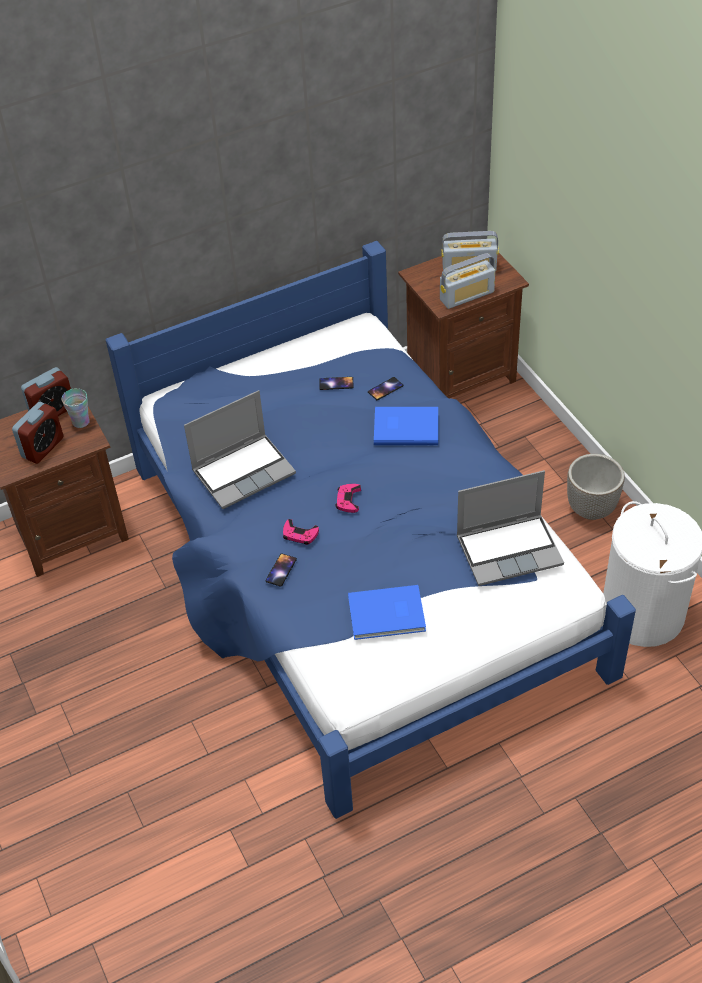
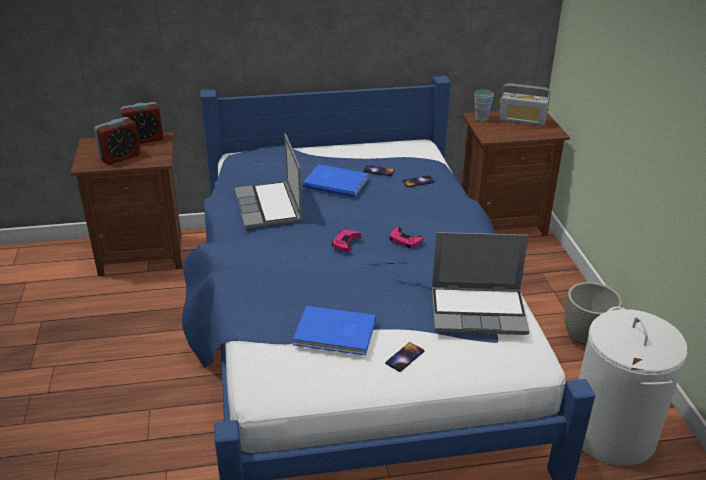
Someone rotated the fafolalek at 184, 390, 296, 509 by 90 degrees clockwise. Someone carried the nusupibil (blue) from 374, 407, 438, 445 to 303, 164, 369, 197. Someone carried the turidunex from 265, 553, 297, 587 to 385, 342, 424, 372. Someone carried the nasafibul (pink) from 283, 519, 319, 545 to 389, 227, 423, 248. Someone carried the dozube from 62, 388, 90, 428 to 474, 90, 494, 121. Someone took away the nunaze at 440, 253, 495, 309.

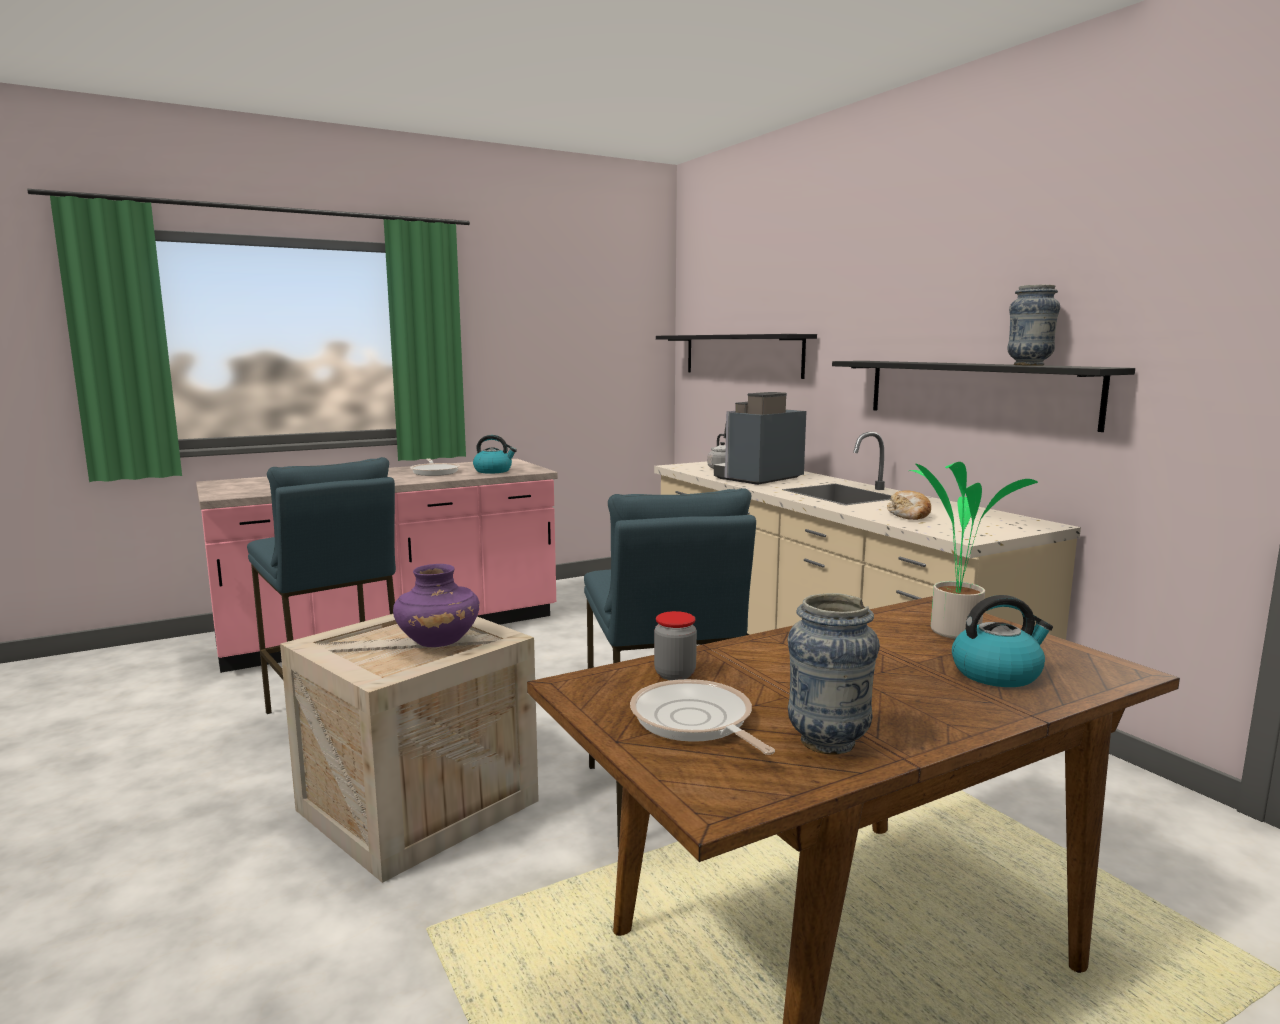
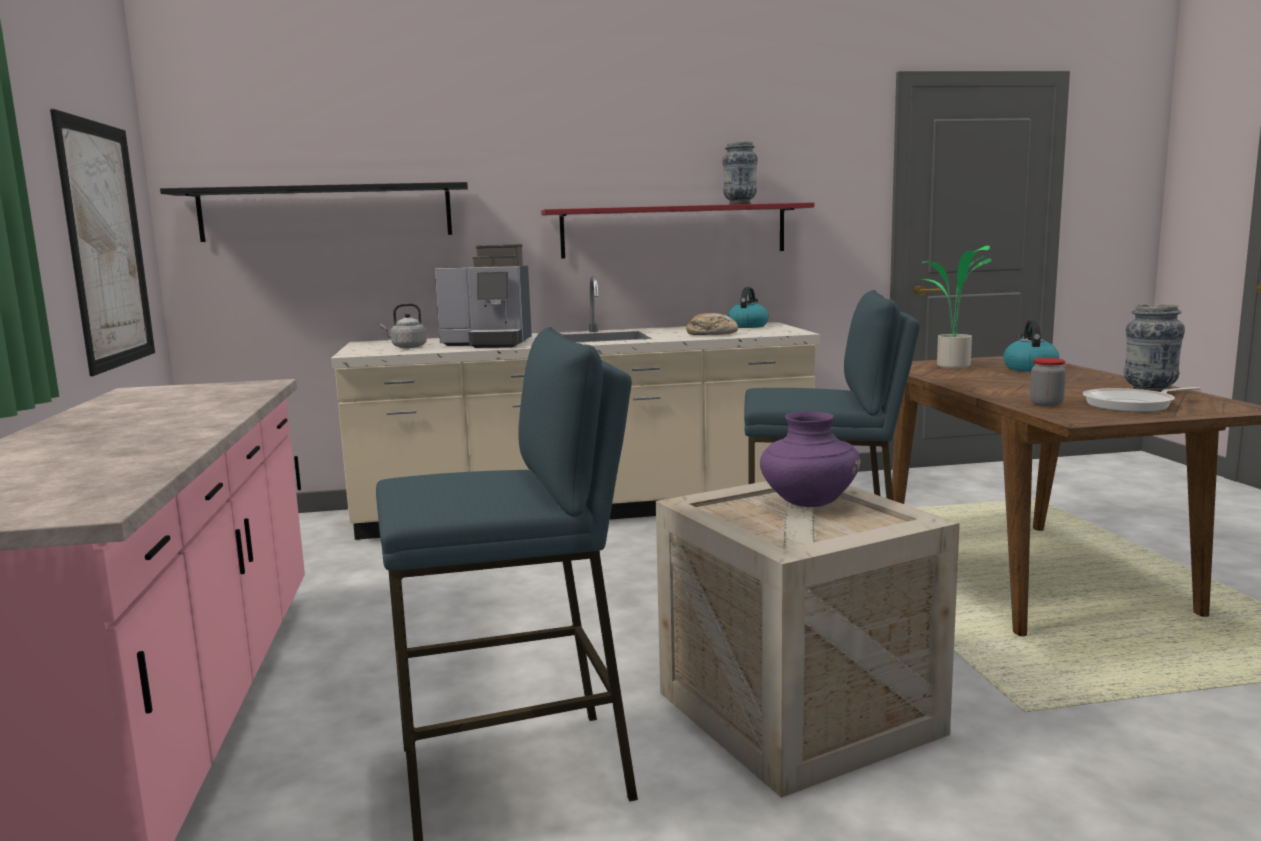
Someone put up the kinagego at 50, 109, 155, 376. Someone rotated the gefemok at 714, 392, 806, 485 by 60 degrees counterclockwise. Someone repainted the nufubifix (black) at 832, 361, 1135, 432, which became the nufubifix (red) at 541, 202, 814, 259. Someone carried the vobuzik from 473, 435, 517, 474 to 727, 287, 769, 328. Someone took away the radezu at 410, 458, 460, 476.

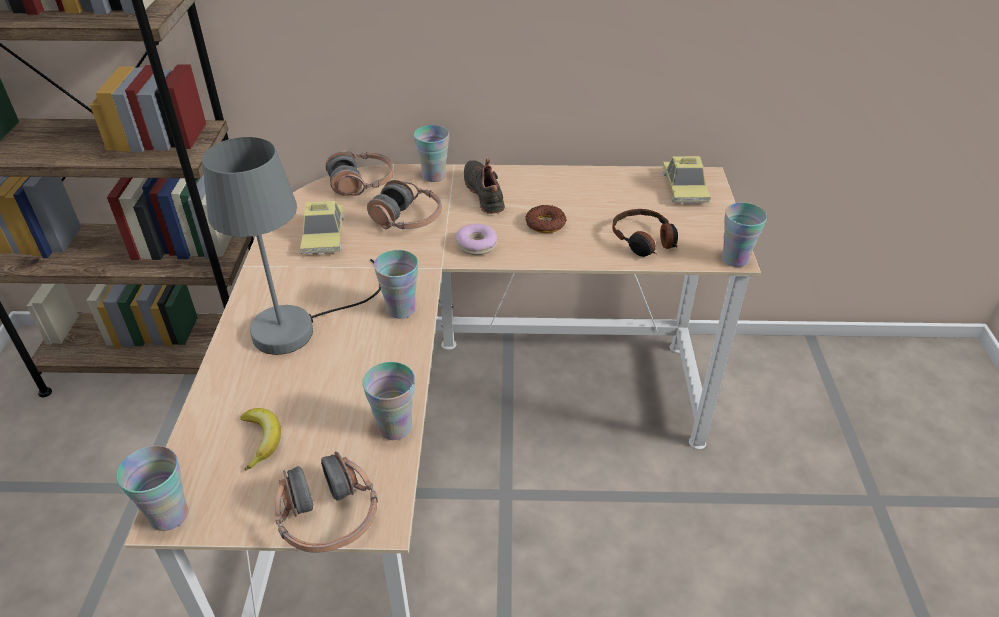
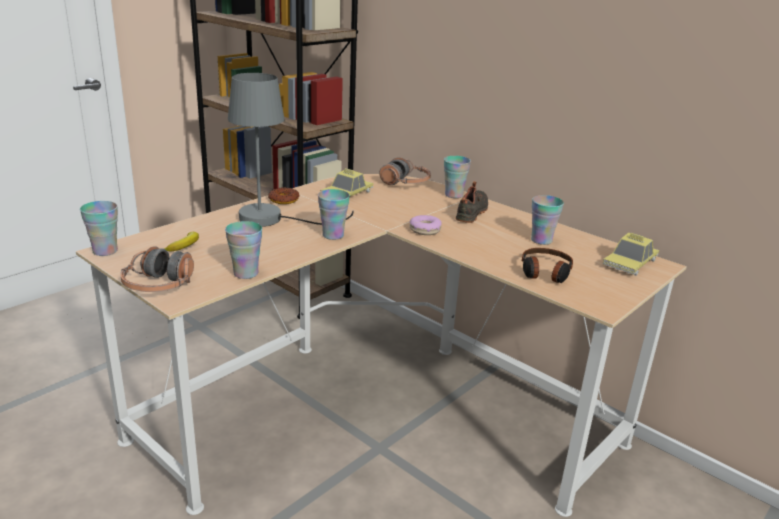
Someone carried the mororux from 525, 205, 566, 233 to 268, 187, 299, 204. Someone carried the dozube from 722, 203, 767, 267 to 531, 195, 564, 245. Someone took away the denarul at 367, 180, 442, 230.

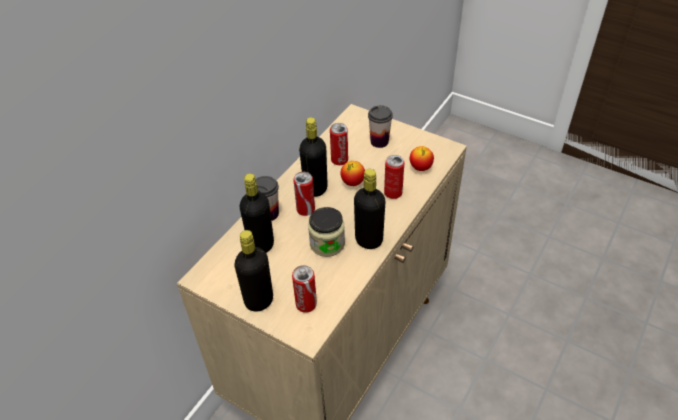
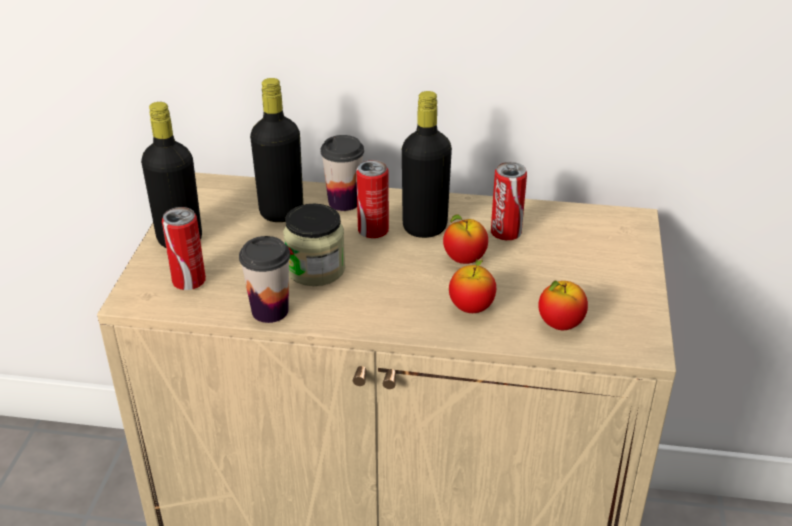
Someone carried the dozube from 368, 105, 393, 148 to 239, 236, 290, 323. Someone swapped the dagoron at 384, 155, 405, 199 for the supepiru at 449, 259, 496, 313. Someone took away the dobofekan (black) at 354, 169, 386, 249.

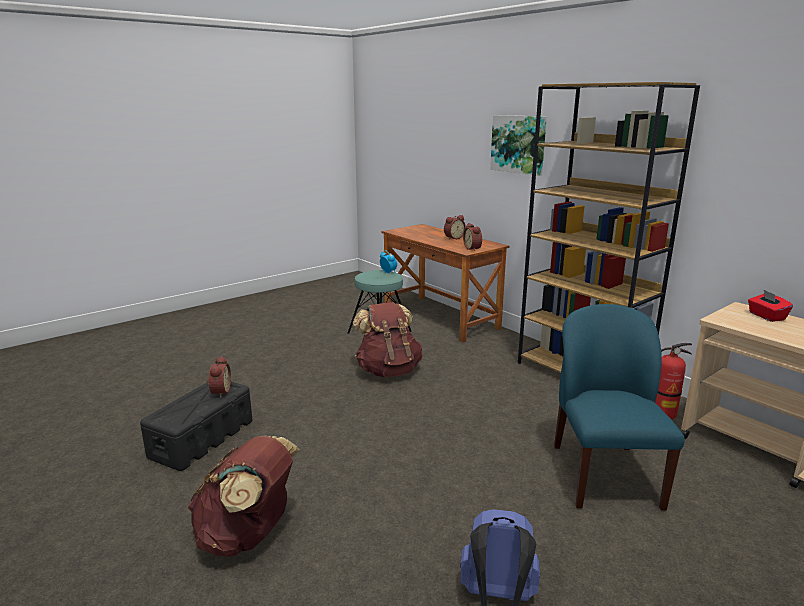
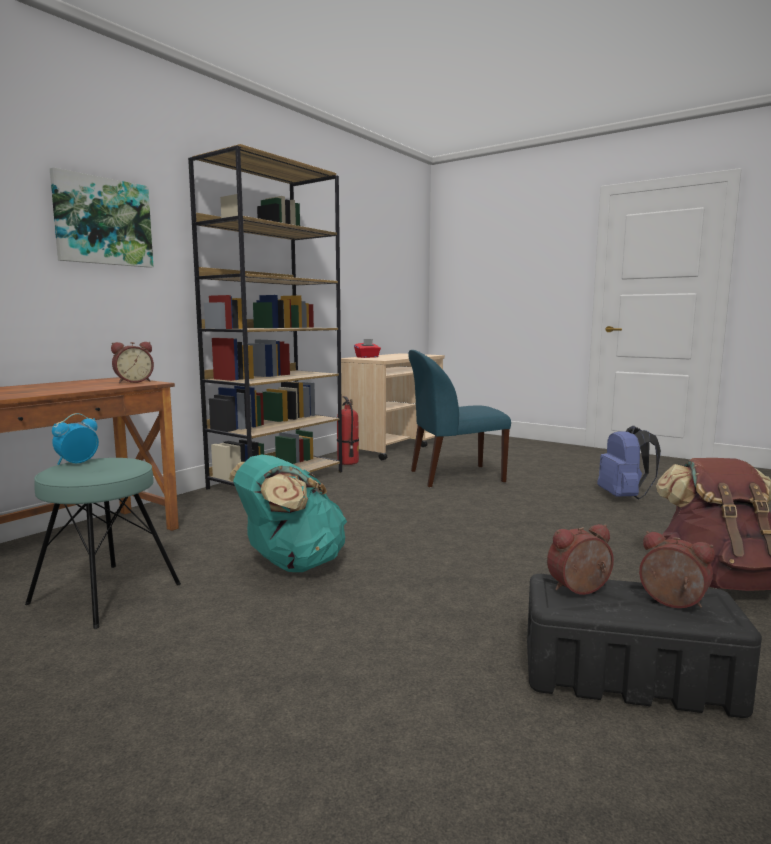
Someone repainted the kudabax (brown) at 353, 302, 422, 377, which became the kudabax (turquoise) at 229, 455, 347, 572. Someone carried the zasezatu from 444, 215, 466, 240 to 639, 531, 715, 608.

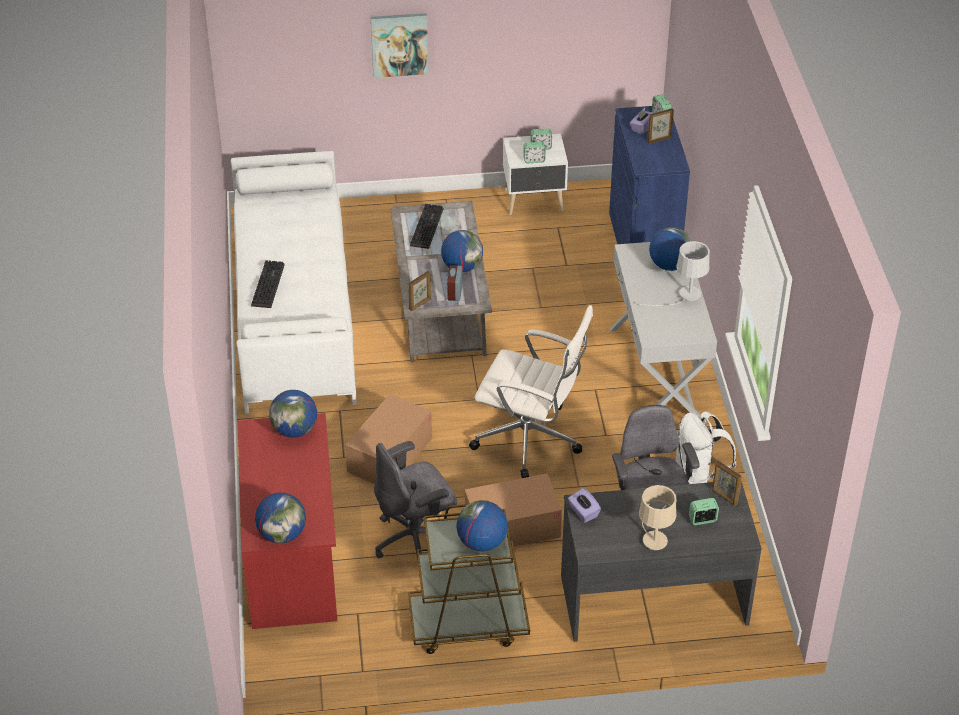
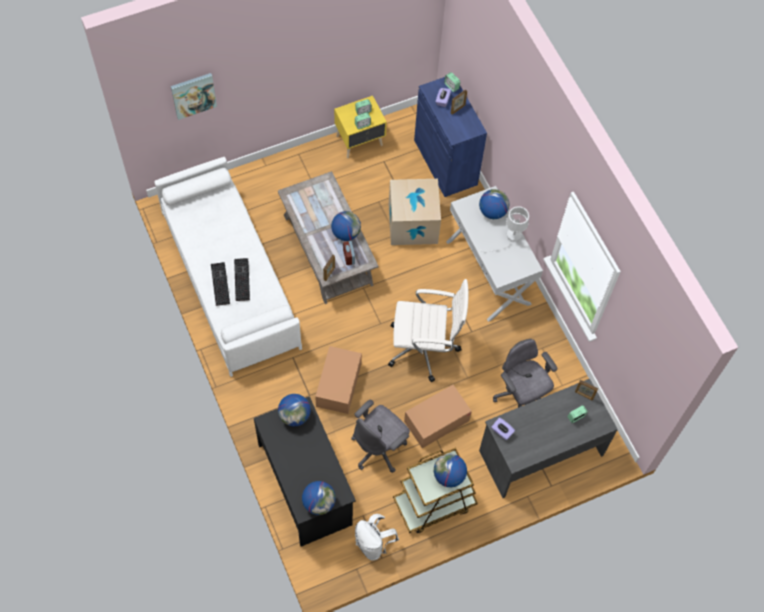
Someone carried the kinagego from 371, 13, 429, 78 to 171, 73, 217, 120. Someone carried the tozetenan from 410, 204, 443, 249 to 234, 258, 250, 301. Someone repainted the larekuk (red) at 238, 413, 337, 629, which became the larekuk (black) at 254, 396, 356, 546. Someone repainted the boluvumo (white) at 503, 134, 568, 215, which became the boluvumo (yellow) at 334, 96, 387, 158. Someone carried the kudabax (white) from 675, 411, 736, 484 to 355, 514, 399, 561. Someone put down the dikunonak at 389, 179, 441, 245. Someone took away the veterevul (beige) at 639, 485, 677, 550.

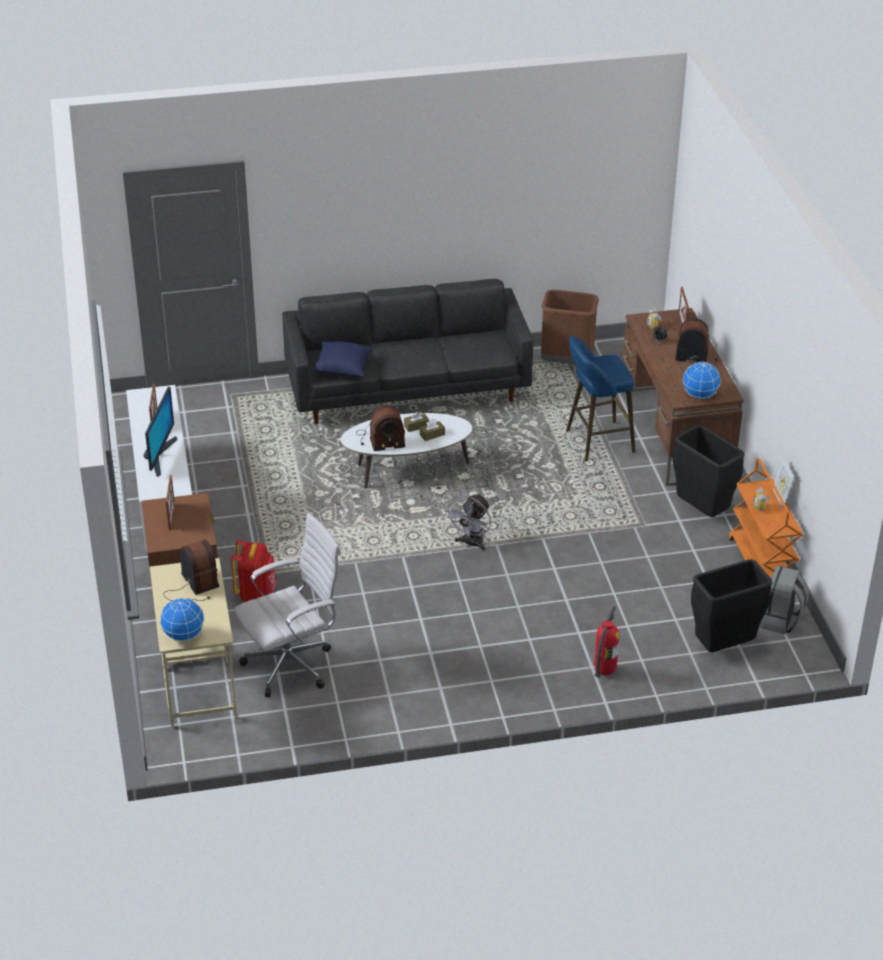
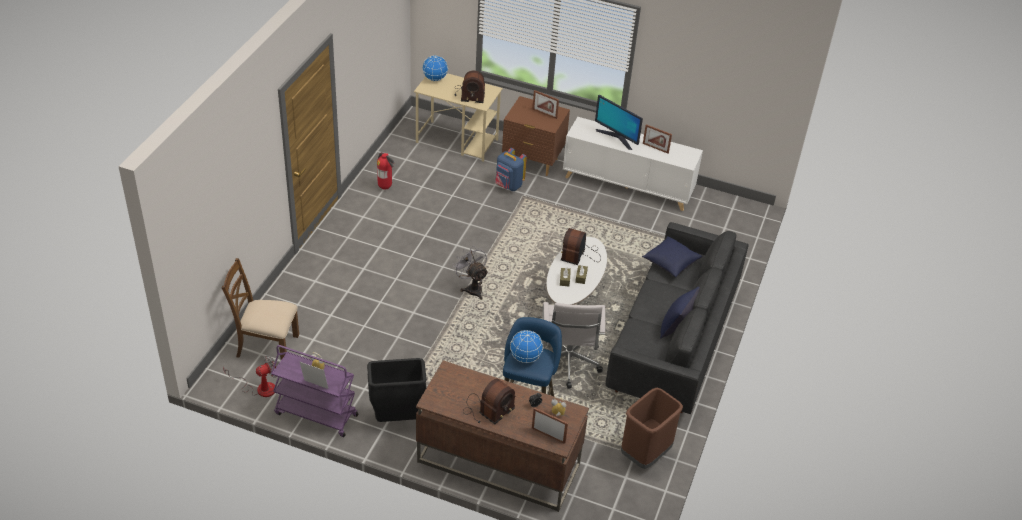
Someone swapped the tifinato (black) at 691, 559, 772, 652 for the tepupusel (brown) at 222, 258, 299, 360. Someone swapped the kudabax (grey) at 759, 565, 809, 634 for the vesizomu at 223, 356, 277, 397. Someone repainted the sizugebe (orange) at 729, 458, 803, 578, which became the sizugebe (purple) at 271, 345, 359, 437. Someone carried the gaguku from 594, 606, 619, 677 to 377, 152, 394, 190. Someone repainted the kudabax (red) at 231, 540, 277, 602, which became the kudabax (blue) at 495, 148, 527, 191. Someone carried the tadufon from 683, 362, 721, 399 to 510, 330, 543, 363. Someone carried the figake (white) from 234, 513, 341, 697 to 542, 302, 605, 389. Someone put down the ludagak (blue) at 660, 287, 700, 339.

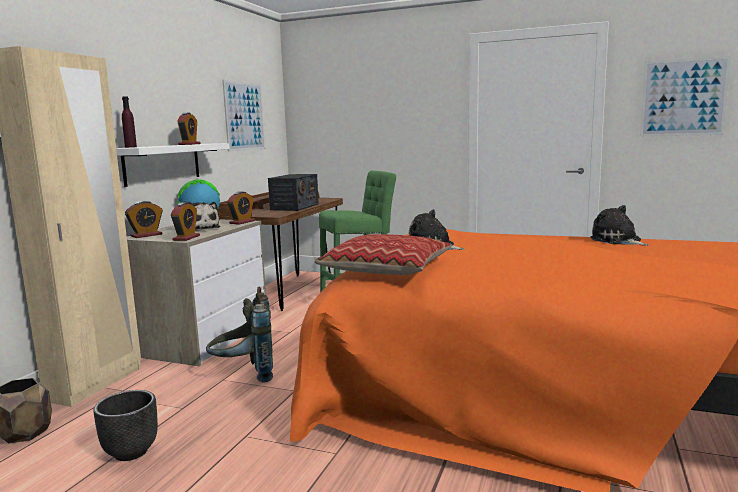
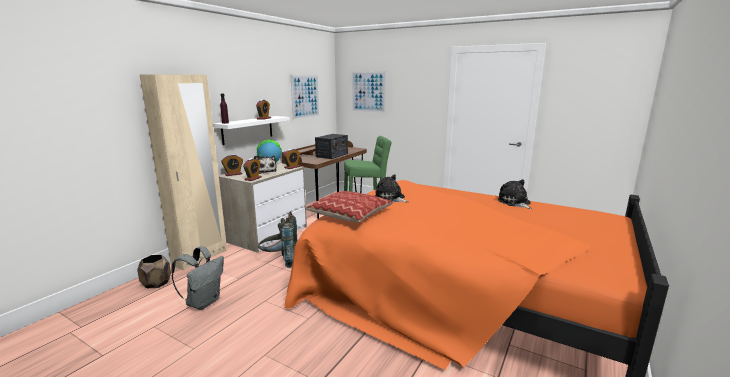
Someone swapped the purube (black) at 94, 390, 158, 461 for the kudabax (grey) at 171, 246, 224, 310. Someone carried the kinagego from 640, 56, 731, 137 to 352, 72, 386, 113.

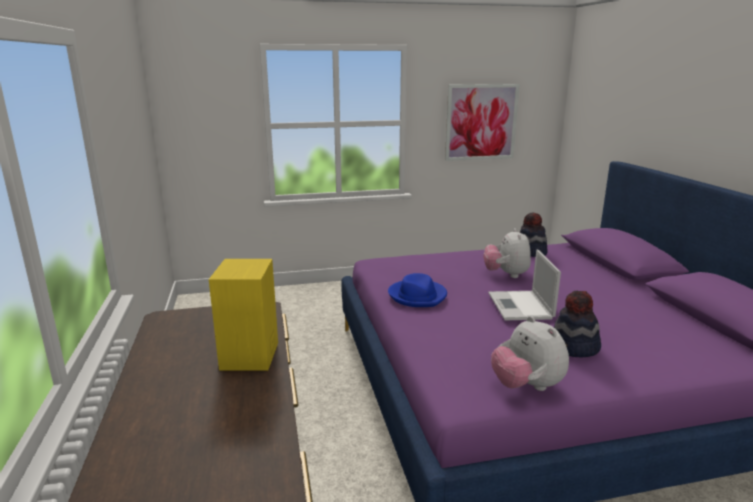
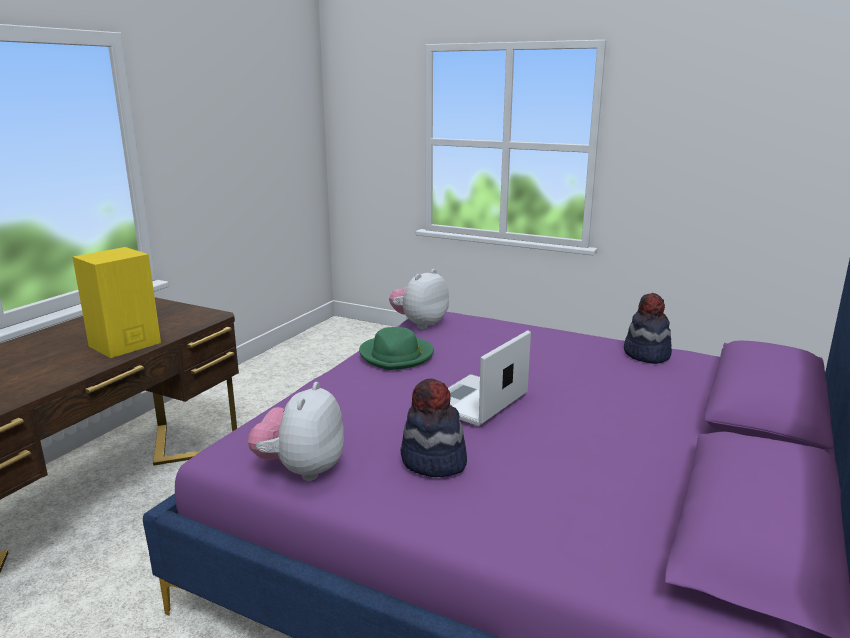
Someone repainted the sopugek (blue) at 388, 273, 447, 307, which became the sopugek (green) at 359, 327, 434, 370. Someone carried the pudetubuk from 483, 228, 531, 278 to 389, 269, 449, 329. Someone took away the kinagego at 445, 84, 519, 161.

